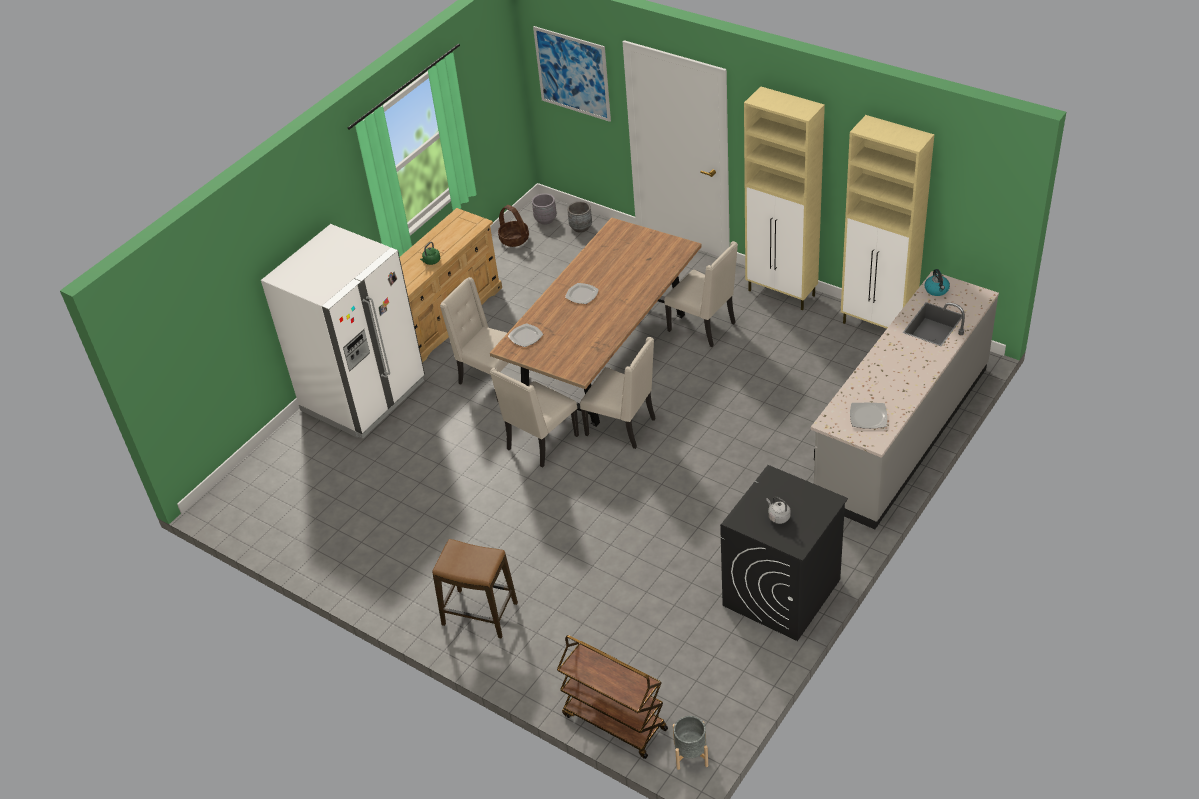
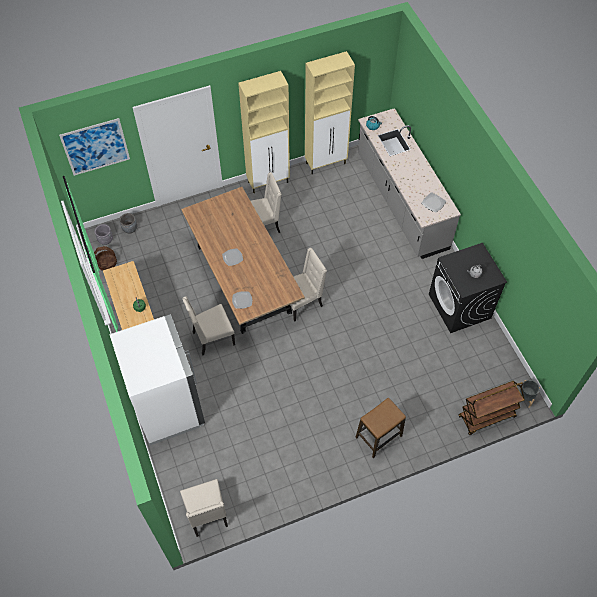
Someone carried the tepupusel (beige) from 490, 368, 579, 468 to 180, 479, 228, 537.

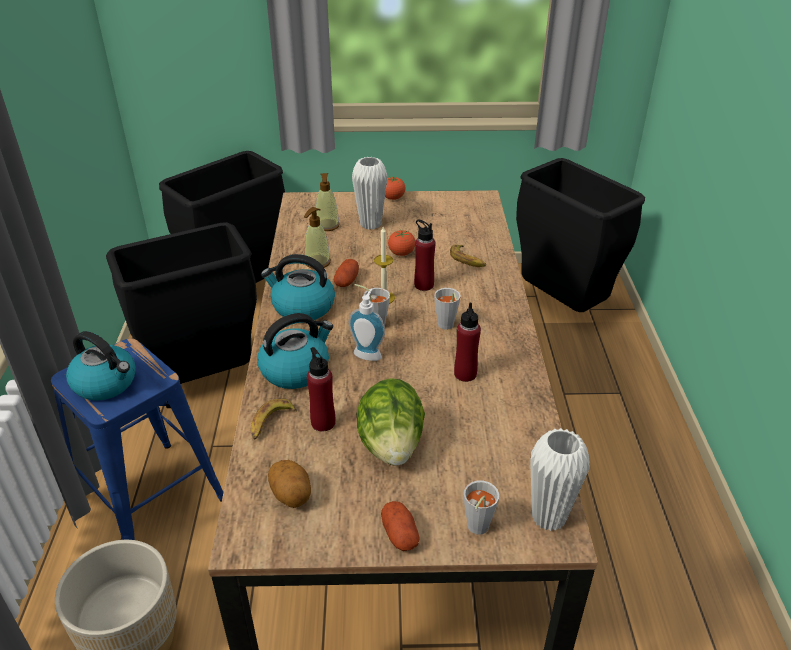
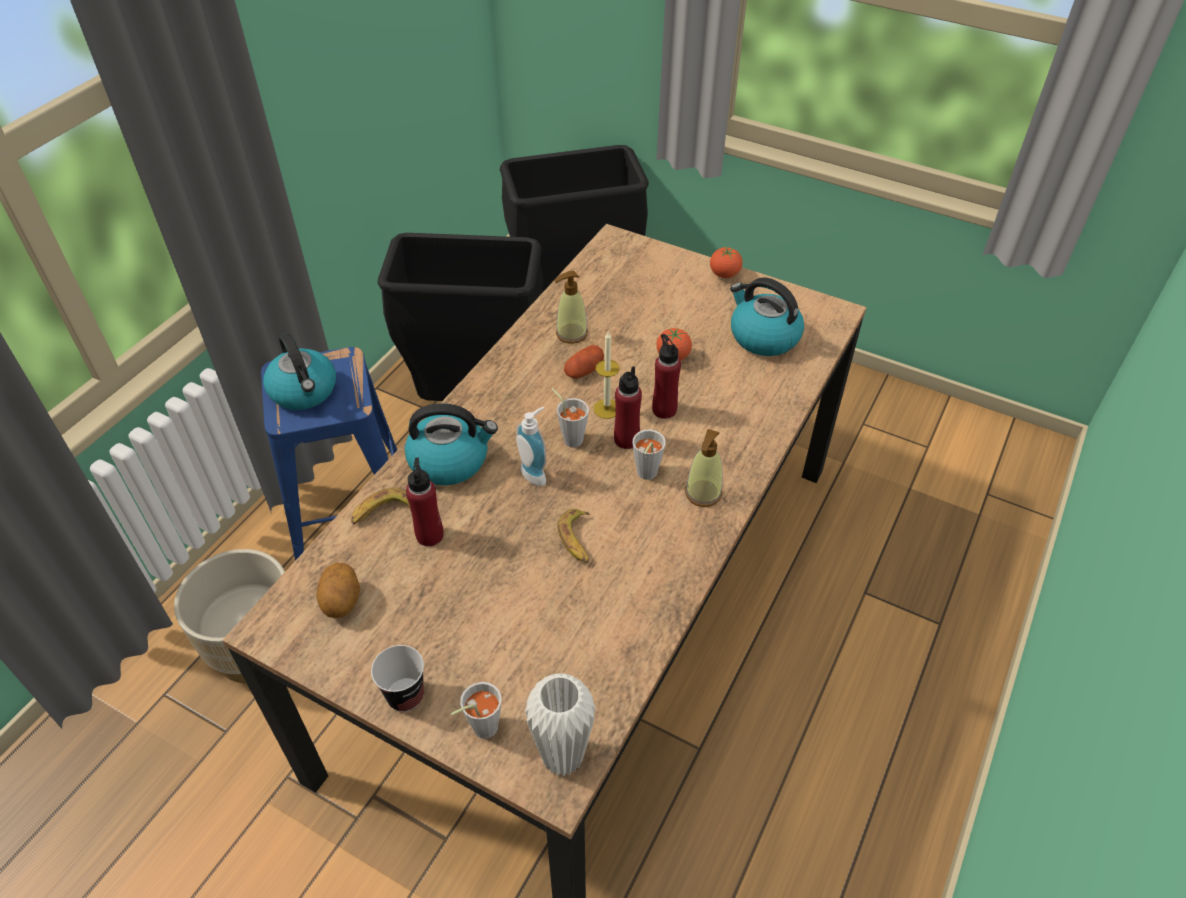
Someone swapped the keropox at 381, 501, 419, 551 for the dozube at 371, 645, 424, 712. Someone carried the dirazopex from 450, 245, 486, 267 to 557, 509, 590, 563. Someone carried the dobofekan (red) from 454, 303, 481, 382 to 614, 366, 642, 449. Someone carried the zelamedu from 316, 173, 340, 231 to 685, 429, 723, 507. Someone carried the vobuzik from 261, 254, 335, 320 to 730, 277, 804, 356. Someone took away the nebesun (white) at 352, 157, 387, 230. Someone took away the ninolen at 356, 378, 425, 466. Someone took away the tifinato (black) at 516, 158, 645, 312.

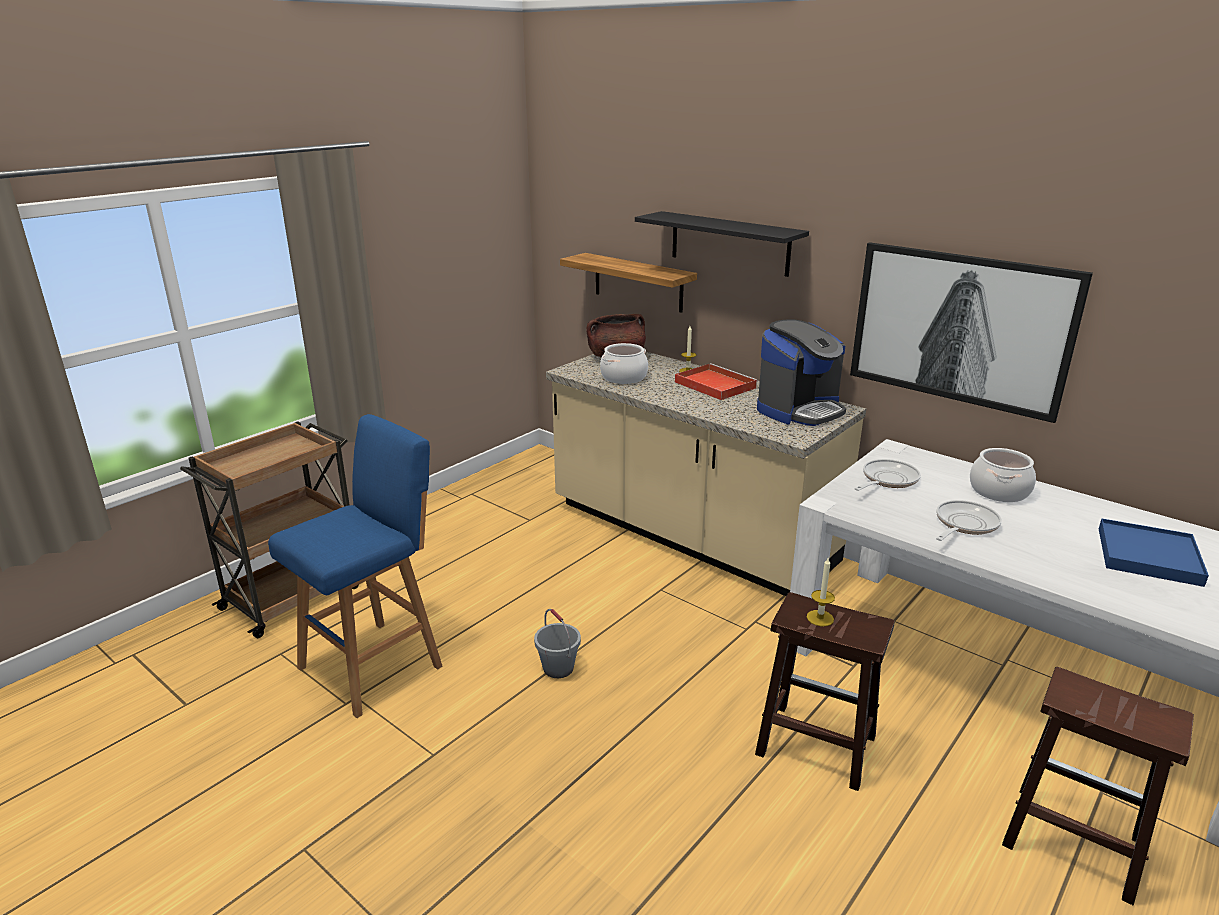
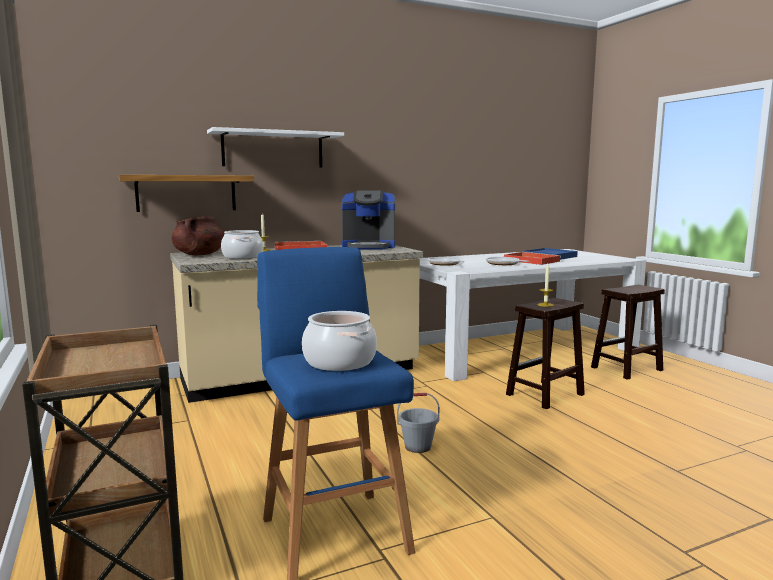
Someone repainted the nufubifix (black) at 635, 211, 809, 277, which became the nufubifix (white) at 207, 127, 344, 168. Someone carried the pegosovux from 970, 448, 1036, 502 to 302, 311, 377, 371. Someone rotated the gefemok at 757, 319, 846, 426 by 105 degrees clockwise. Someone put down the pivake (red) at 504, 252, 561, 265. Someone took away the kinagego at 850, 242, 1093, 423.

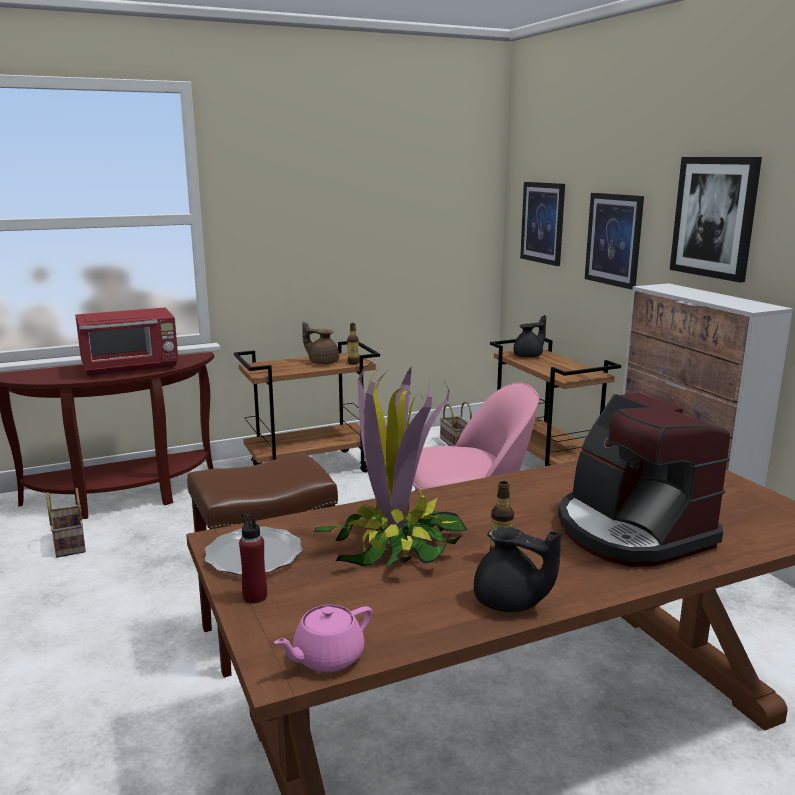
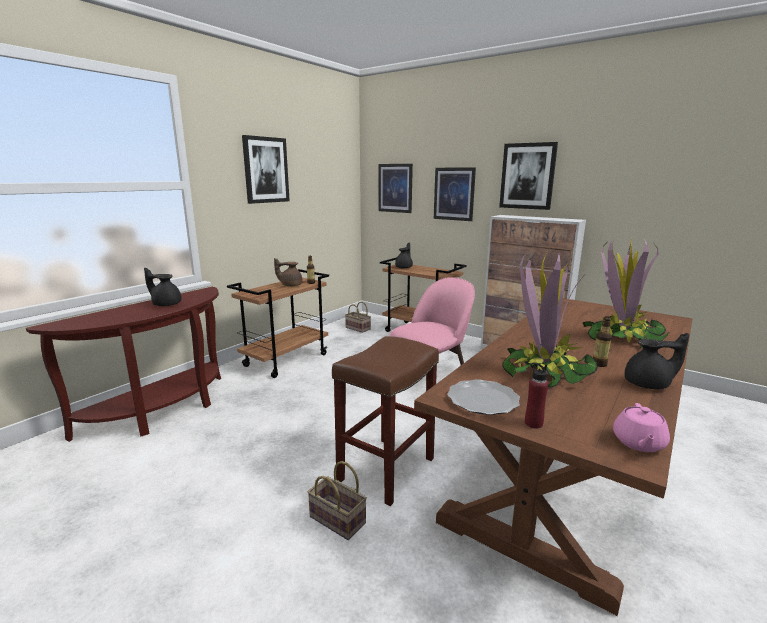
Someone swapped the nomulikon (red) at 75, 308, 178, 377 for the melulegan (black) at 144, 268, 182, 306. Someone put up the kinagego at 242, 135, 290, 204. Someone carried the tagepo from 46, 488, 86, 558 to 307, 461, 367, 540. Someone swapped the gefemok at 558, 393, 730, 567 for the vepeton at 583, 237, 669, 348.

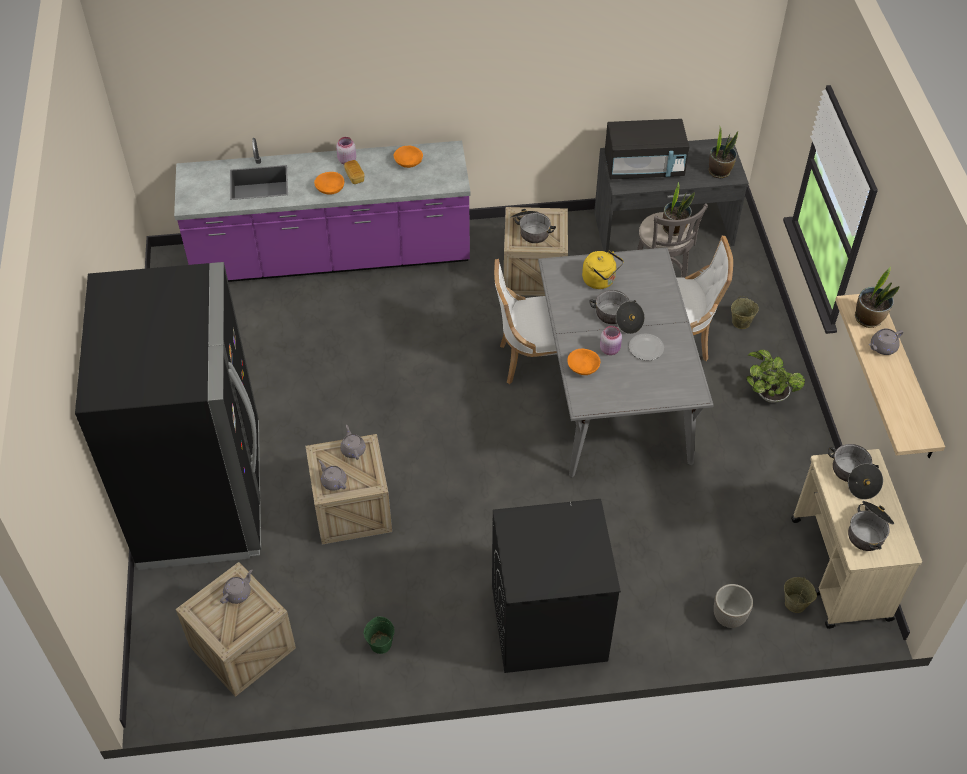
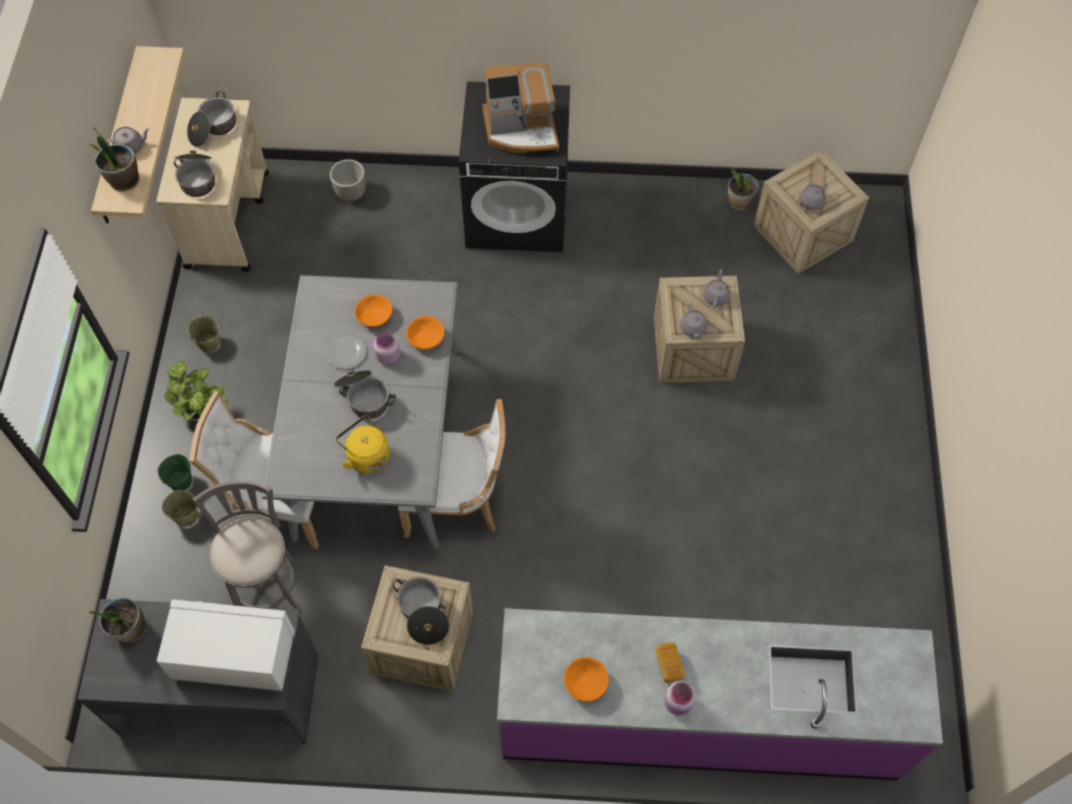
Someone repainted the nomulikon (black) at 605, 119, 690, 179, which became the nomulikon (white) at 157, 599, 295, 691. Someone carried the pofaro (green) from 364, 616, 395, 654 to 158, 454, 192, 491. Someone carried the pofaro (beige) from 784, 577, 817, 613 to 188, 316, 220, 352. Someone carried the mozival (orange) from 314, 172, 344, 195 to 355, 294, 392, 327. Someone put down the gefemok at 482, 62, 559, 153. Someone rotated the melulegan (grey) at 319, 460, 347, 491 by 135 degrees counterclockwise. Someone carried the vepeton from 663, 182, 695, 236 to 728, 168, 759, 210. Someone took away the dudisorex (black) at 75, 262, 261, 570.

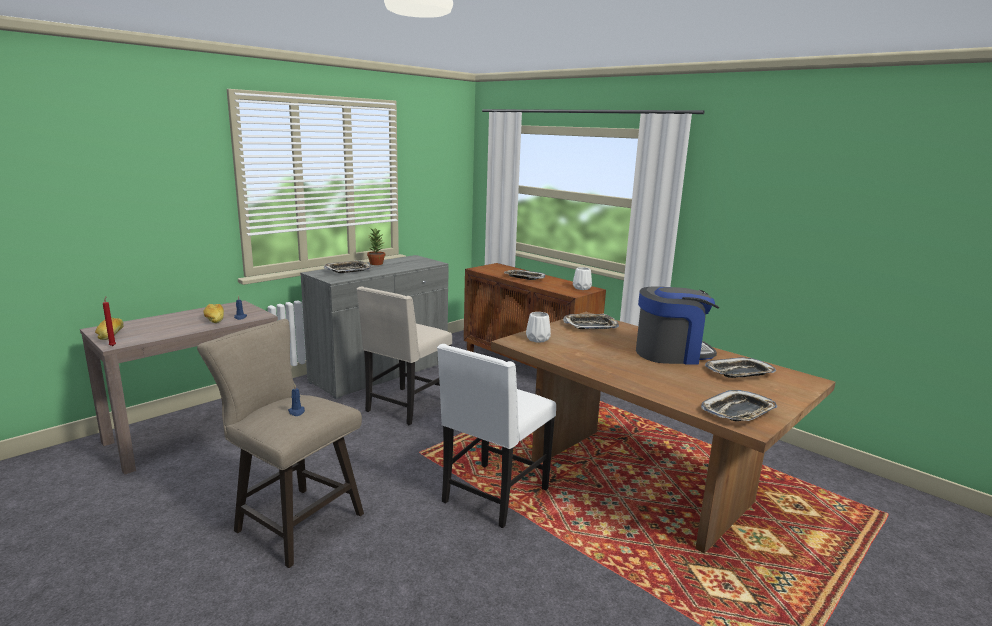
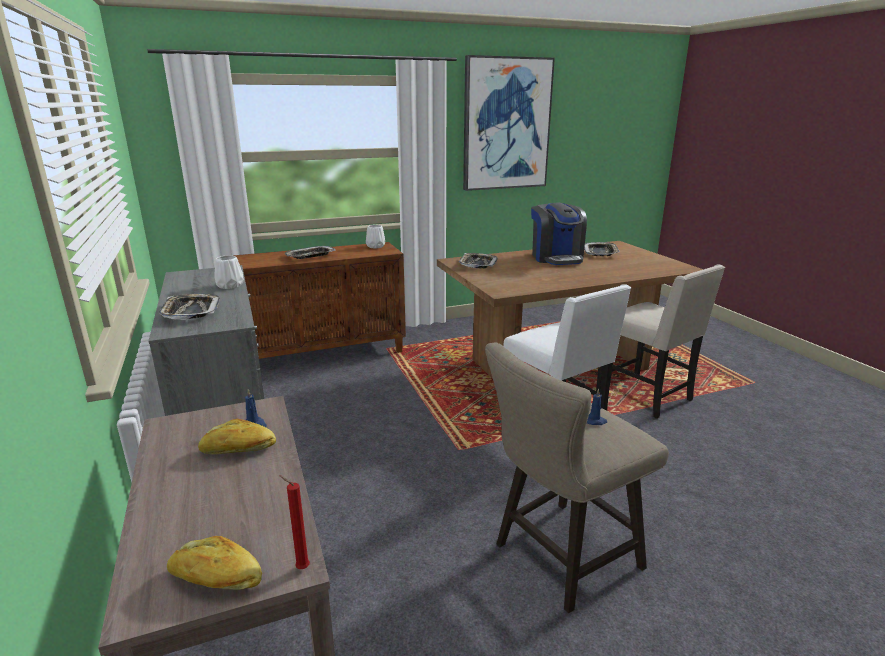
Someone carried the nebesun (white) from 526, 312, 551, 342 to 214, 255, 244, 289. Someone put up the kinagego at 463, 55, 555, 191. Someone rotated the gefemok at 636, 286, 720, 365 by 150 degrees clockwise. Someone carried the tepupusel (beige) from 357, 287, 452, 425 to 596, 265, 725, 419. Someone took away the vepeton at 367, 228, 385, 265. Someone took away the pivake at 701, 390, 777, 421.

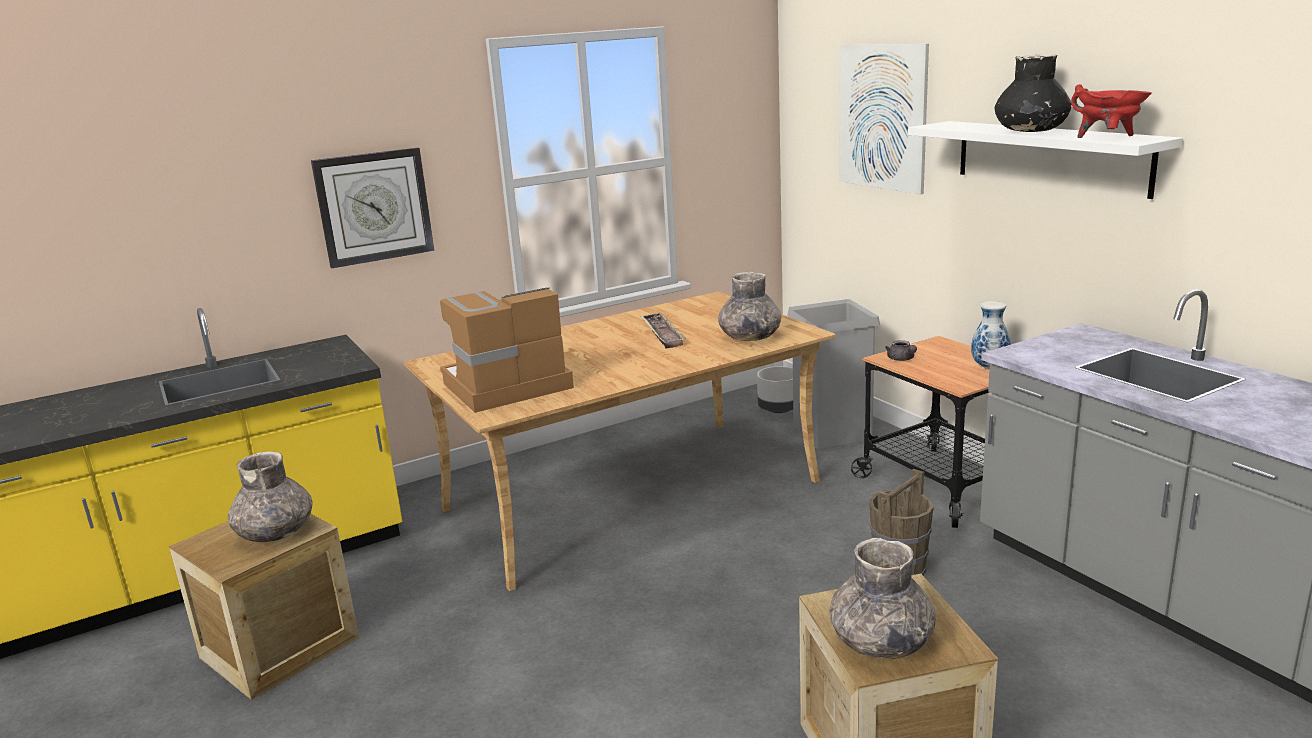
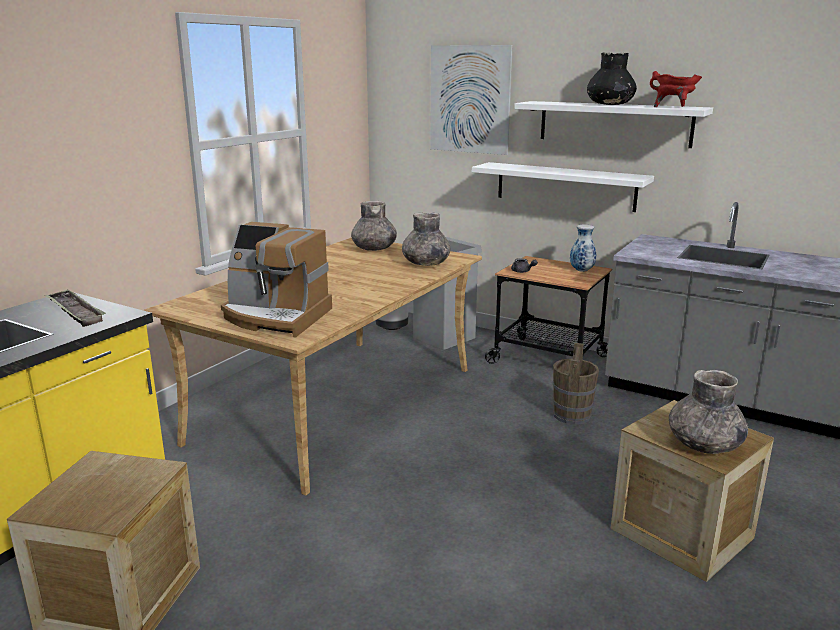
Someone carried the pivake from 641, 313, 686, 348 to 45, 290, 106, 327. Someone rotated the gefemok at 440, 287, 574, 413 by 105 degrees counterclockwise. Someone carried the nebesun (grey) from 228, 452, 313, 542 to 351, 201, 397, 251. Someone put up the nufubifix (white) at 472, 162, 654, 212. Someone took away the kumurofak at 311, 148, 434, 268.

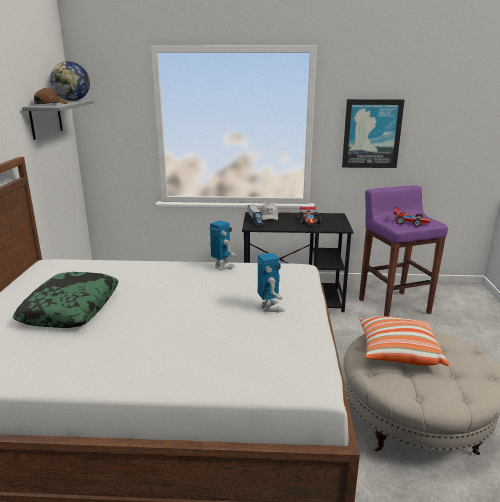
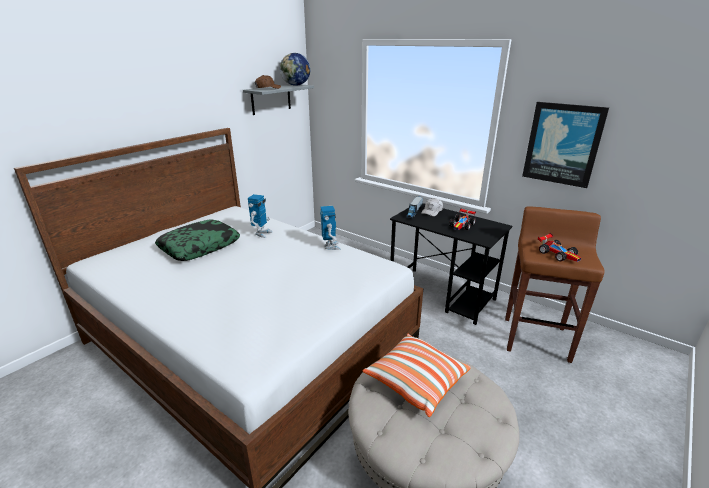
Someone carried the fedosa from 258, 253, 285, 312 to 248, 194, 272, 238. Someone repainted the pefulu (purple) at 359, 185, 448, 317, which became the pefulu (brown) at 505, 206, 605, 363.

